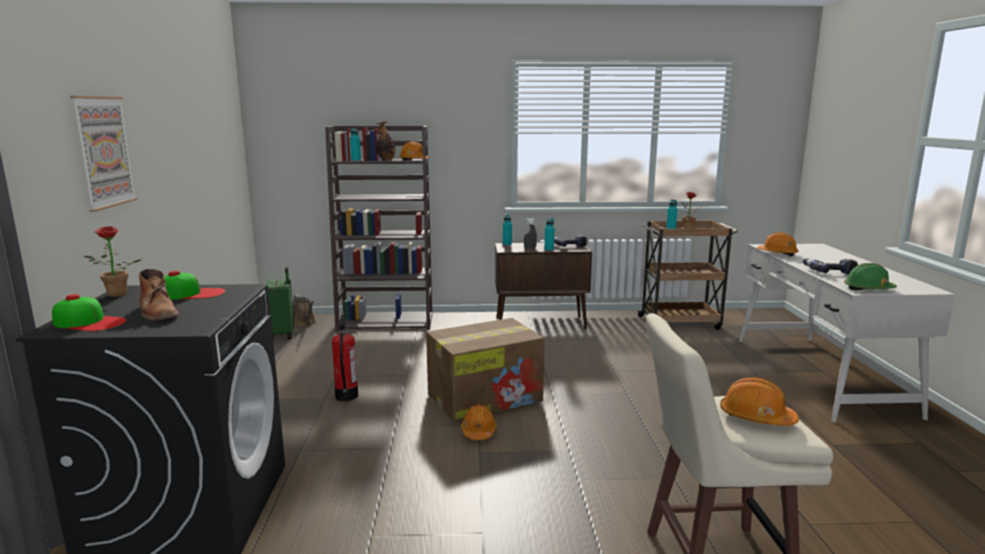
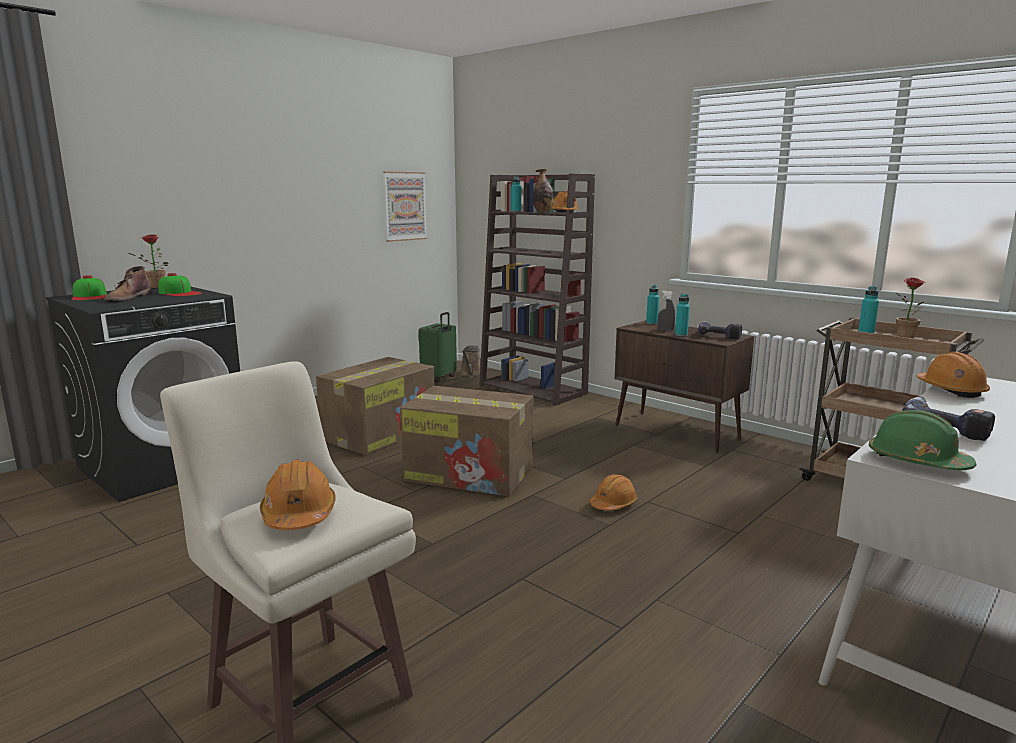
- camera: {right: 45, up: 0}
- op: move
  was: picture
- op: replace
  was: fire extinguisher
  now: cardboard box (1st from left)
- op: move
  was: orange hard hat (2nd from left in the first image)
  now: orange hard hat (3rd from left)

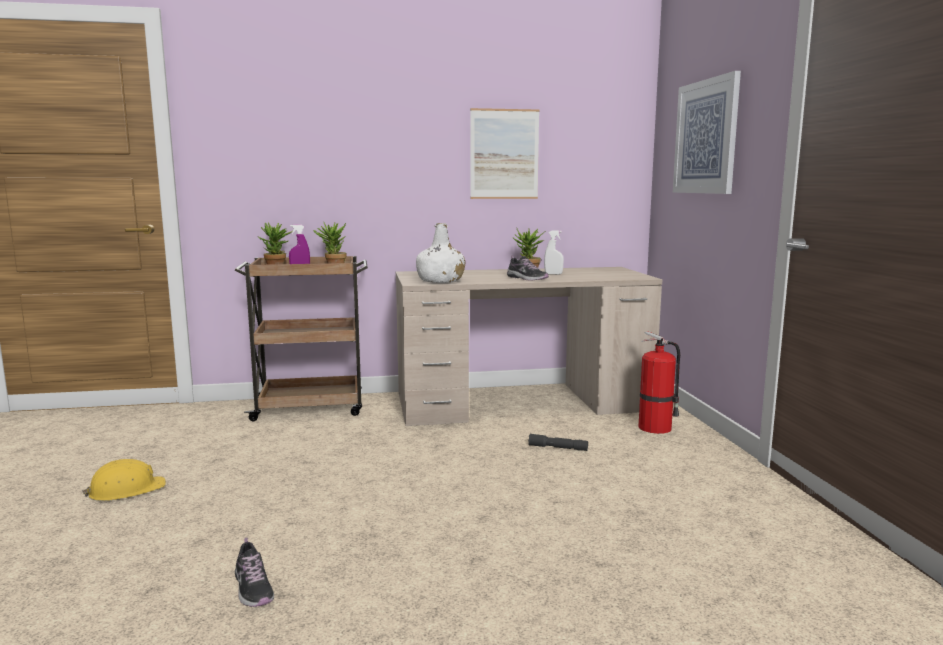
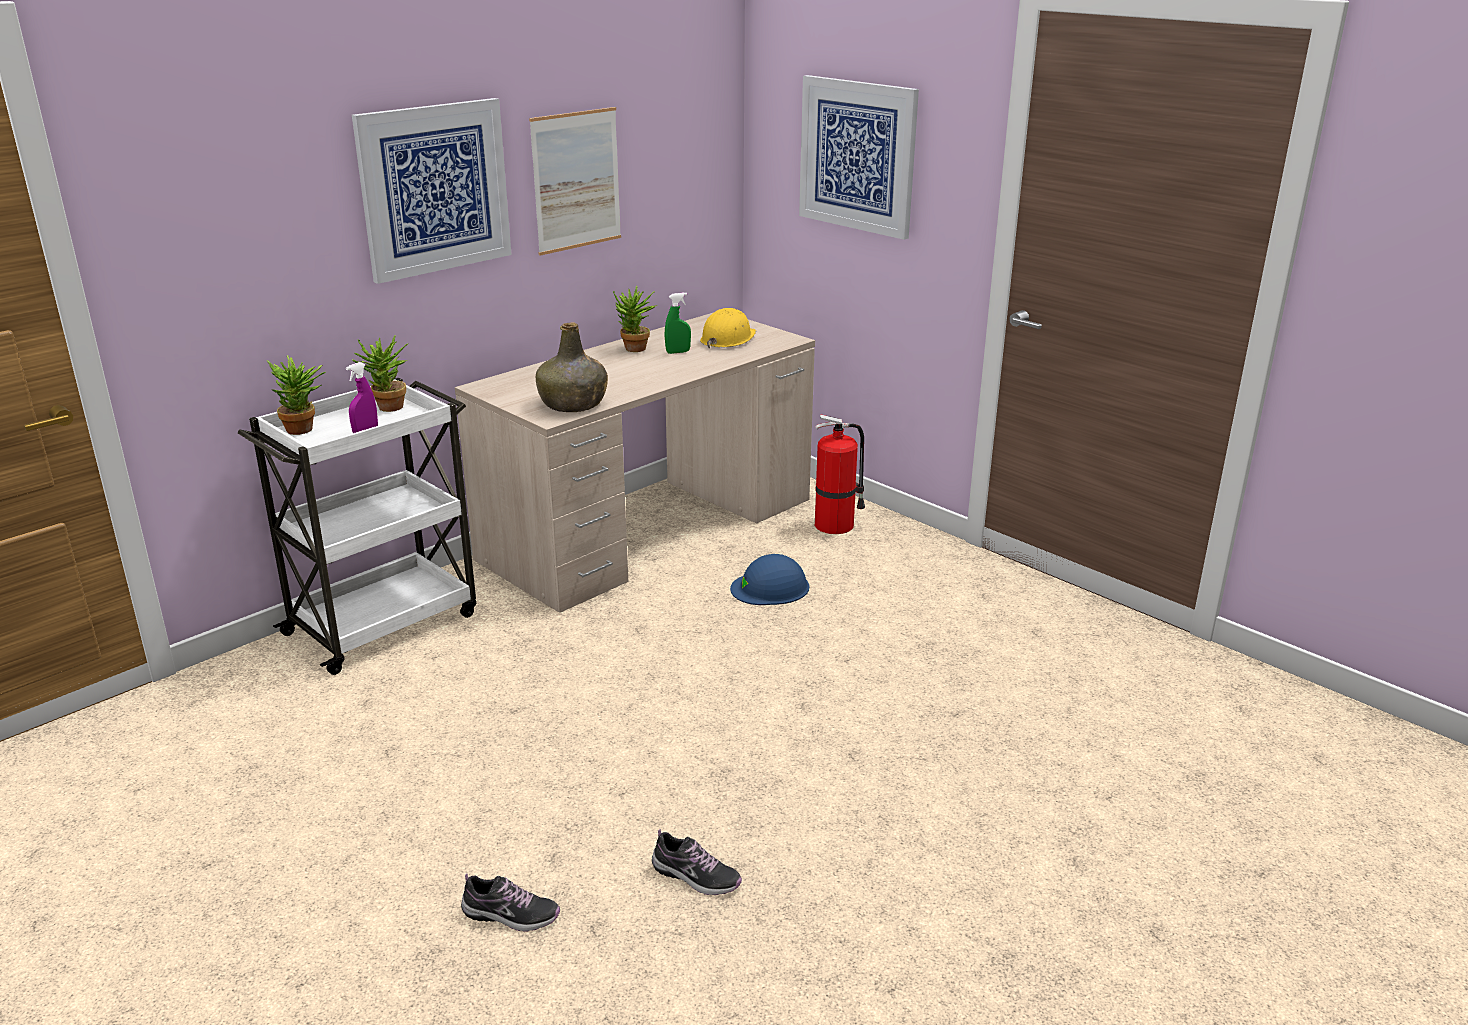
- camera: {right: -35, up: 15}
- op: move
  was: yellow hard hat
- op: recolor
  was: brown cart
  now: white cart
- op: recolor
  was: white bottle
  now: green bottle
- op: move
  was: shoe (2nd from left in the first image)
  now: shoe (1st from left)
- op: replace
  was: grey flashlight
  now: blue hard hat
- op: recolor
  was: white spray bottle
  now: green spray bottle
- op: insert
  now: picture (1st from left)

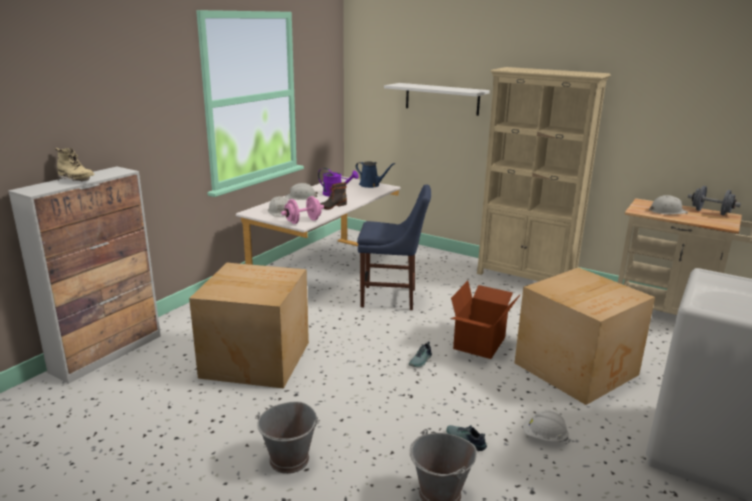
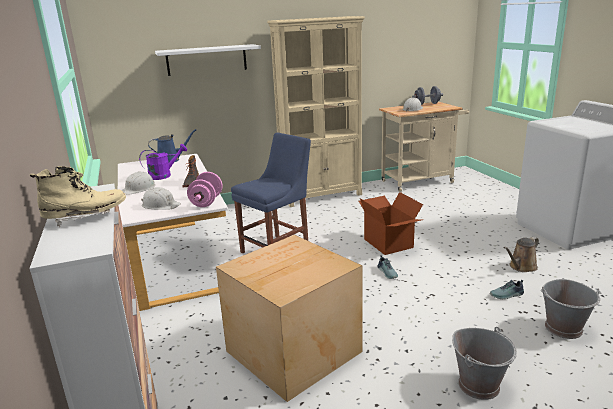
- camera: {right: -50, up: 0}
- op: delete
  was: cardboard box (3rd from left)
- op: replace
  was: white hard hat (3rd from left)
  now: brown watering can

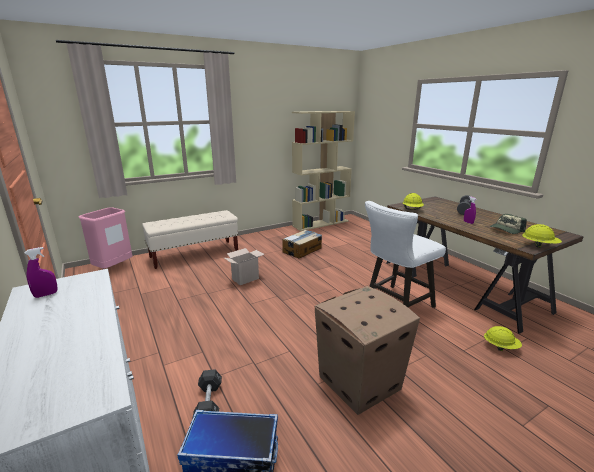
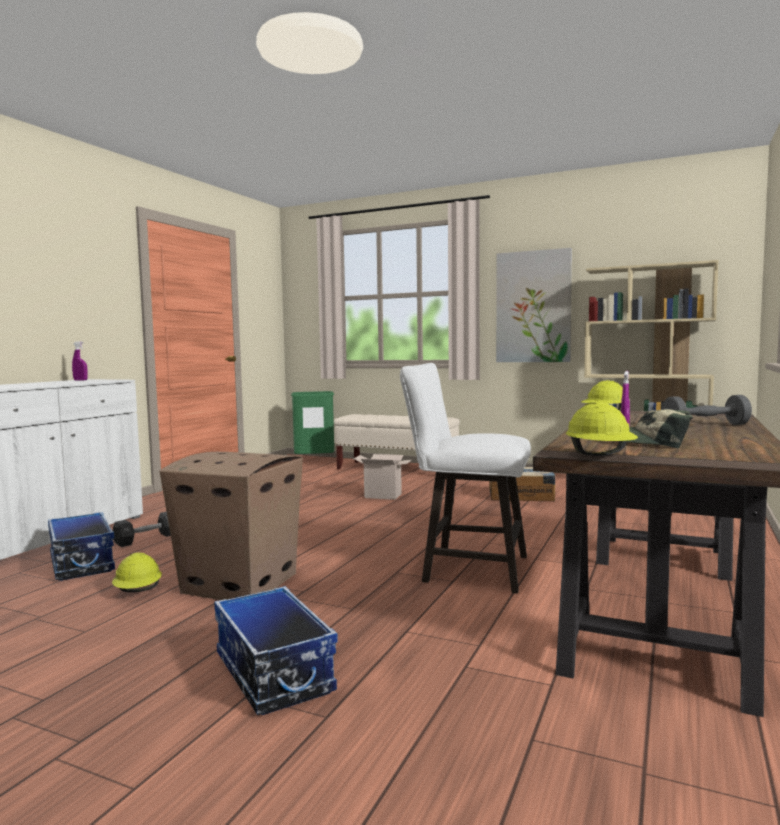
- camera: {right: 55, up: -15}
- op: recolor
  was: pink trash can
  now: green trash can
- op: move
  was: yellow hard hat (2nd from left in the first image)
  now: yellow hard hat (1st from left)
- op: insert
  now: storage box (2nd from left)
- op: insert
  now: picture

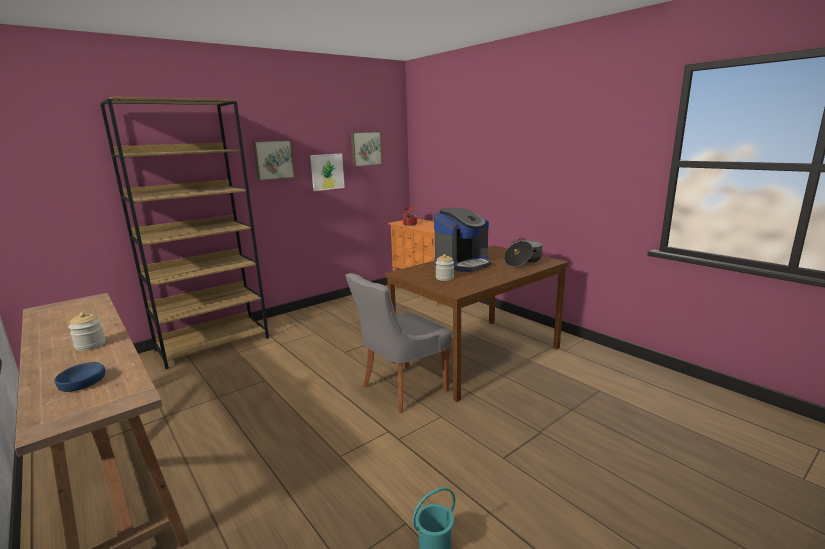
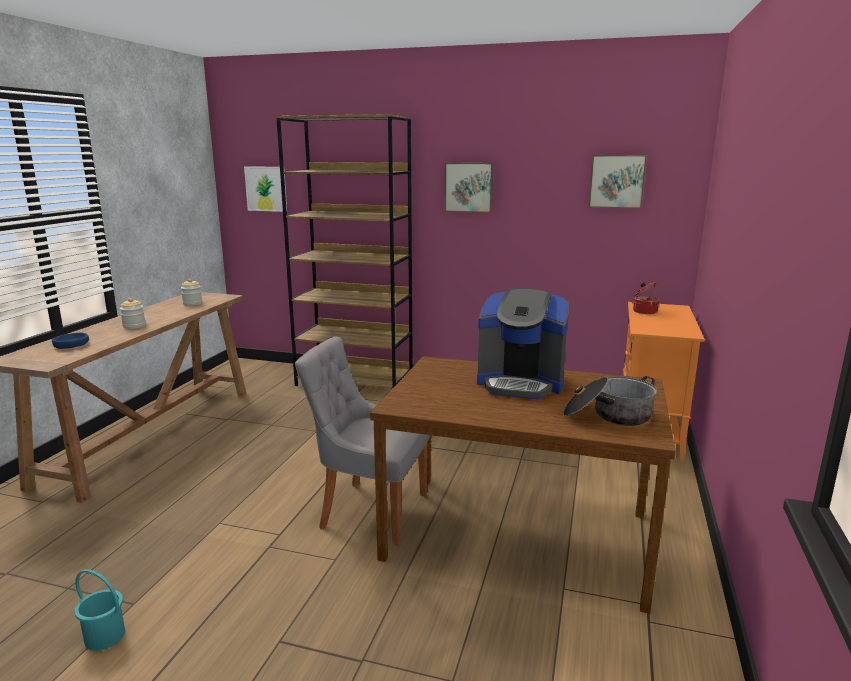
- camera: {right: 55, up: 0}
- op: move
  was: picture (2nd from left in the first image)
  now: picture (1st from left)
- op: move
  was: jar (2nd from left)

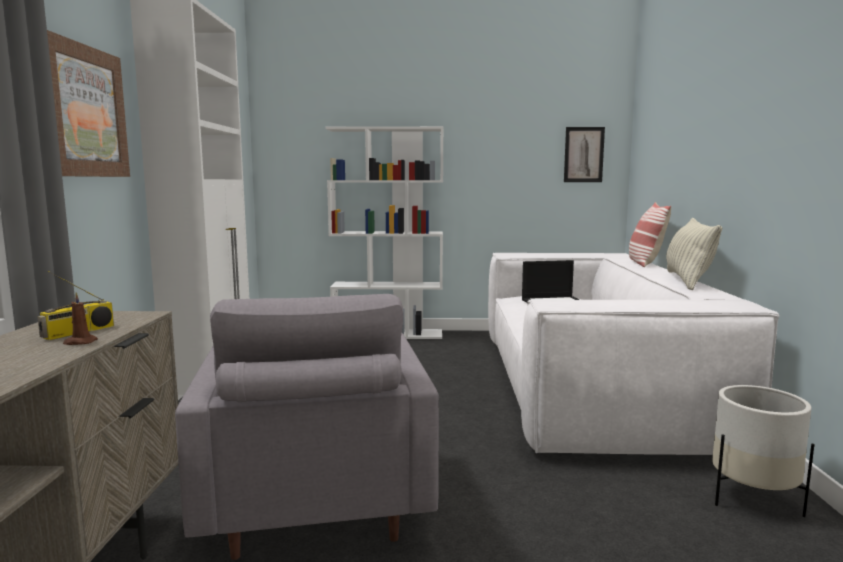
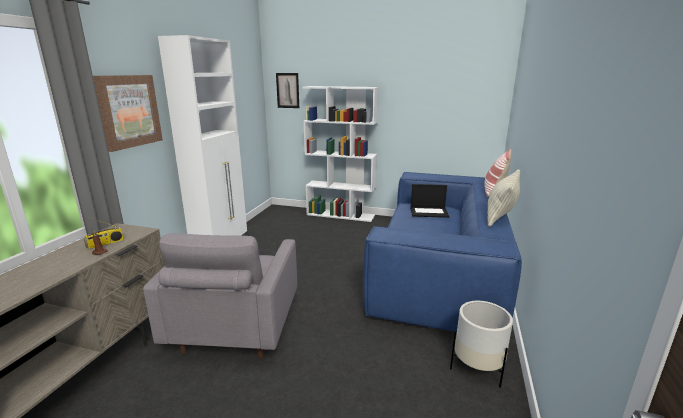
- camera: {right: 15, up: 10}
- op: recolor
  was: white sofa
  now: blue sofa
- op: move
  was: picture (2nd from left)

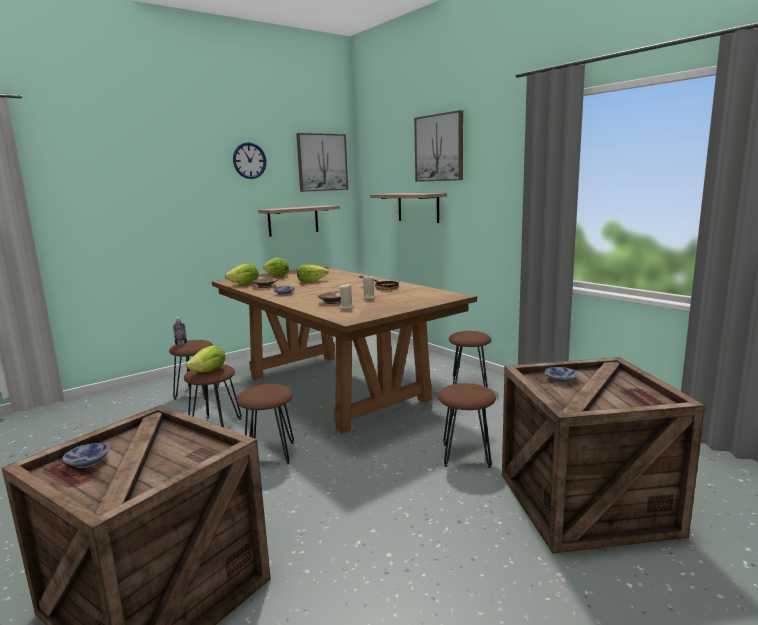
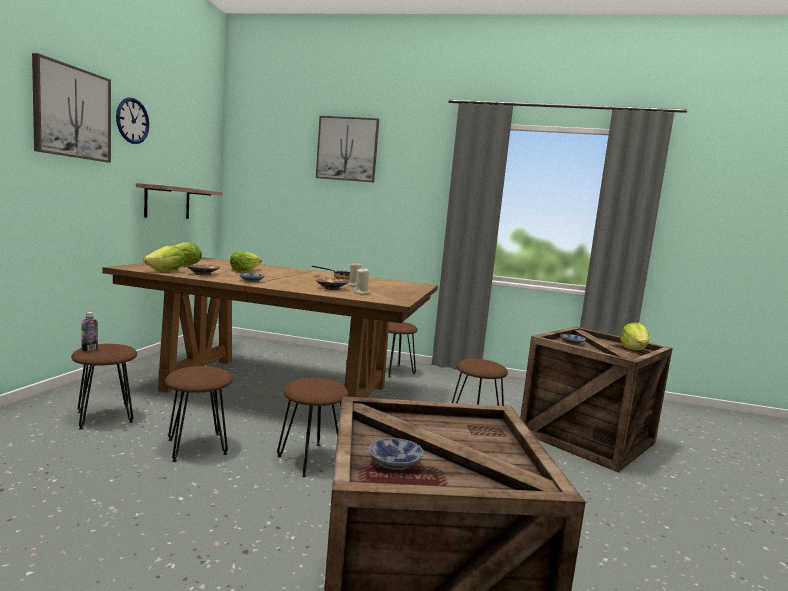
- camera: {right: -40, up: -5}
- op: move
  was: lettuce (1st from left in the first image)
  now: lettuce (4th from left)
- op: move
  was: picture (1st from left)
- op: delete
  was: shelf (2nd from left)

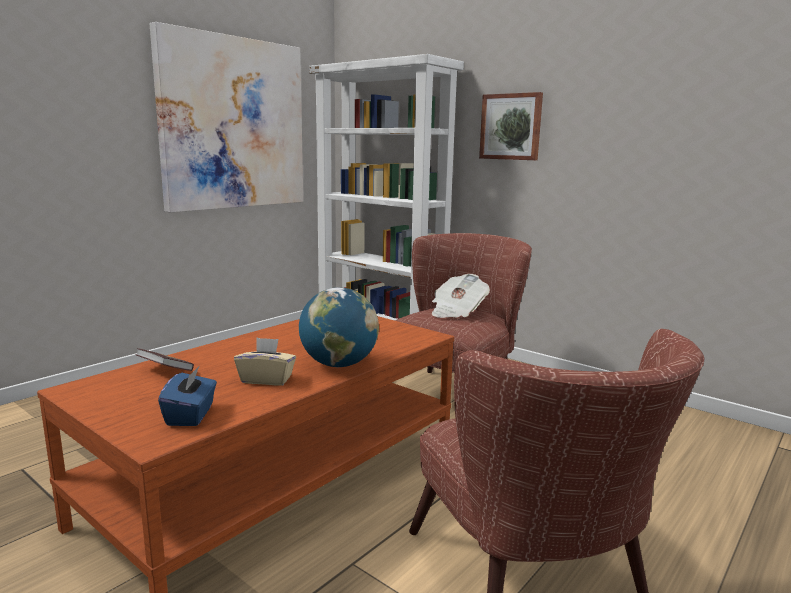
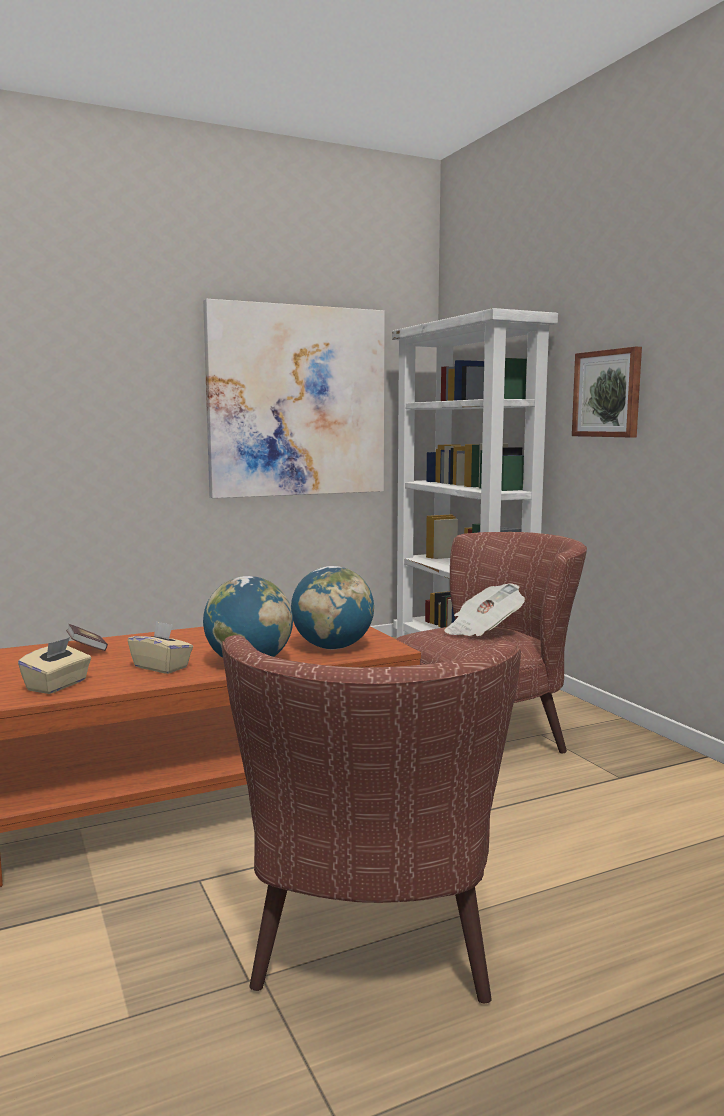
- camera: {right: 25, up: -5}
- op: recolor
  was: blue tissue box
  now: beige tissue box (1st from left)
- op: insert
  now: globe (2nd from left)

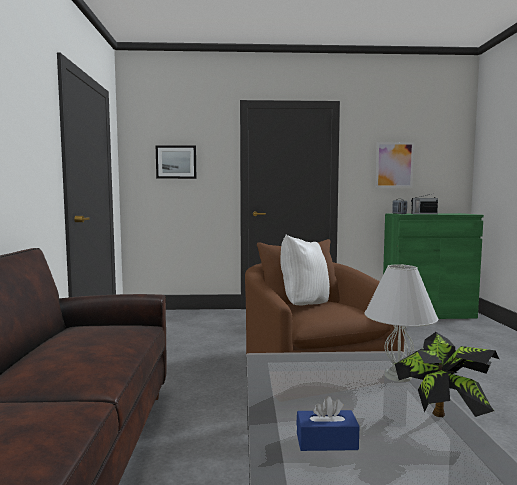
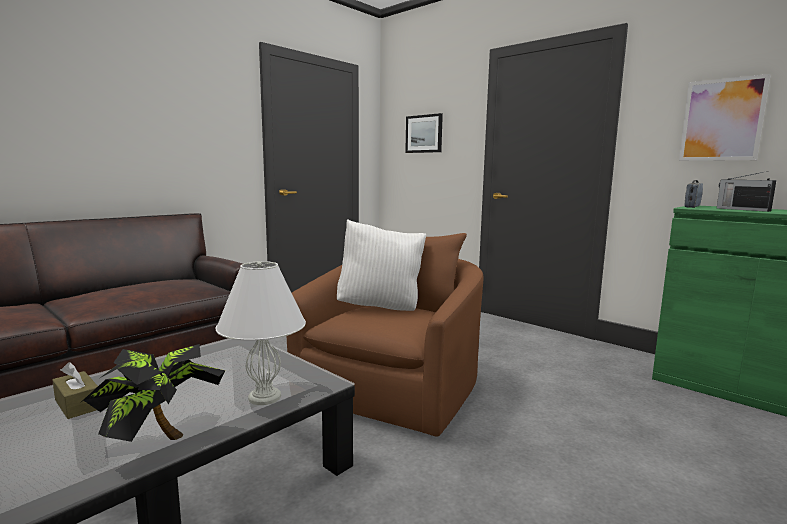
- camera: {right: 45, up: 5}
- op: recolor
  was: blue tissue box
  now: brown tissue box

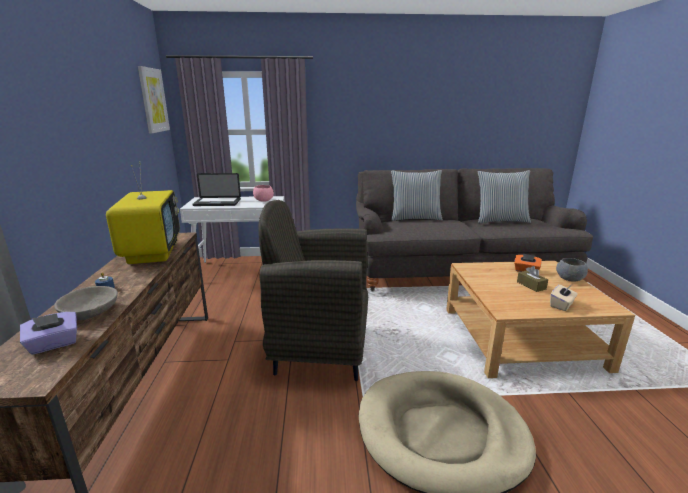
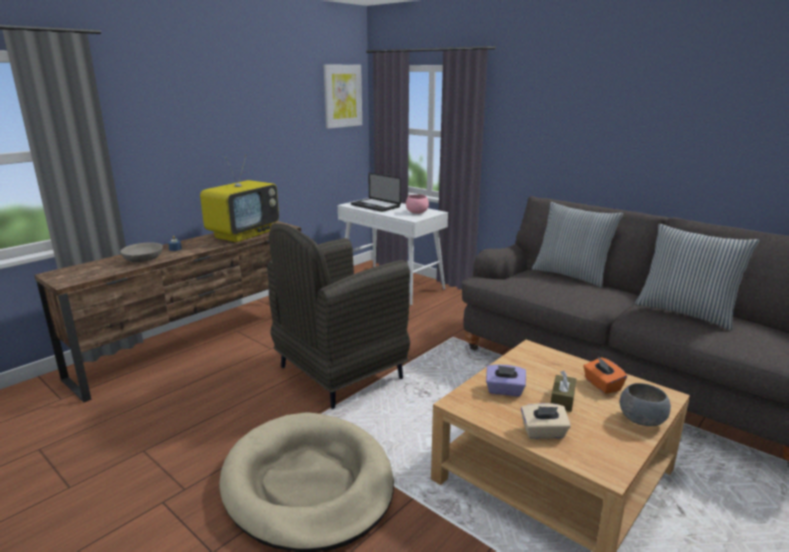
- camera: {right: 45, up: 0}
- op: move
  was: purple tissue box
- op: rotate
  was: grey armchair
  clockwise: -90

